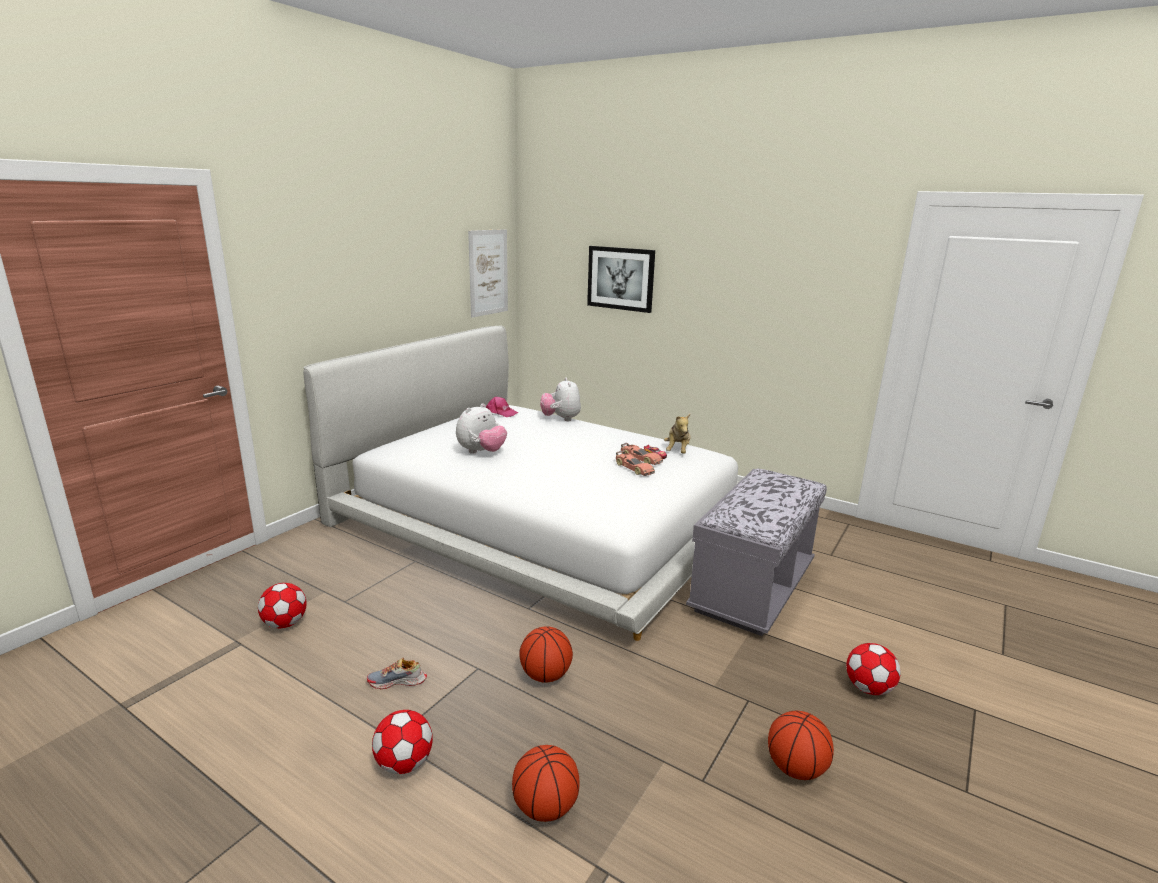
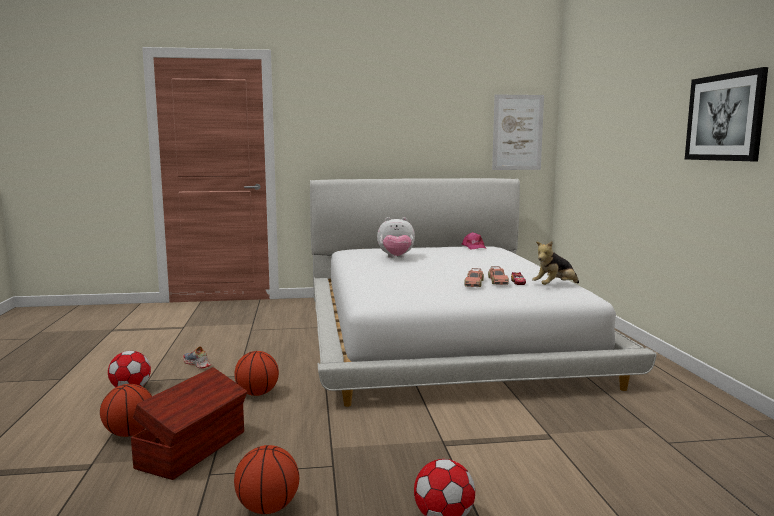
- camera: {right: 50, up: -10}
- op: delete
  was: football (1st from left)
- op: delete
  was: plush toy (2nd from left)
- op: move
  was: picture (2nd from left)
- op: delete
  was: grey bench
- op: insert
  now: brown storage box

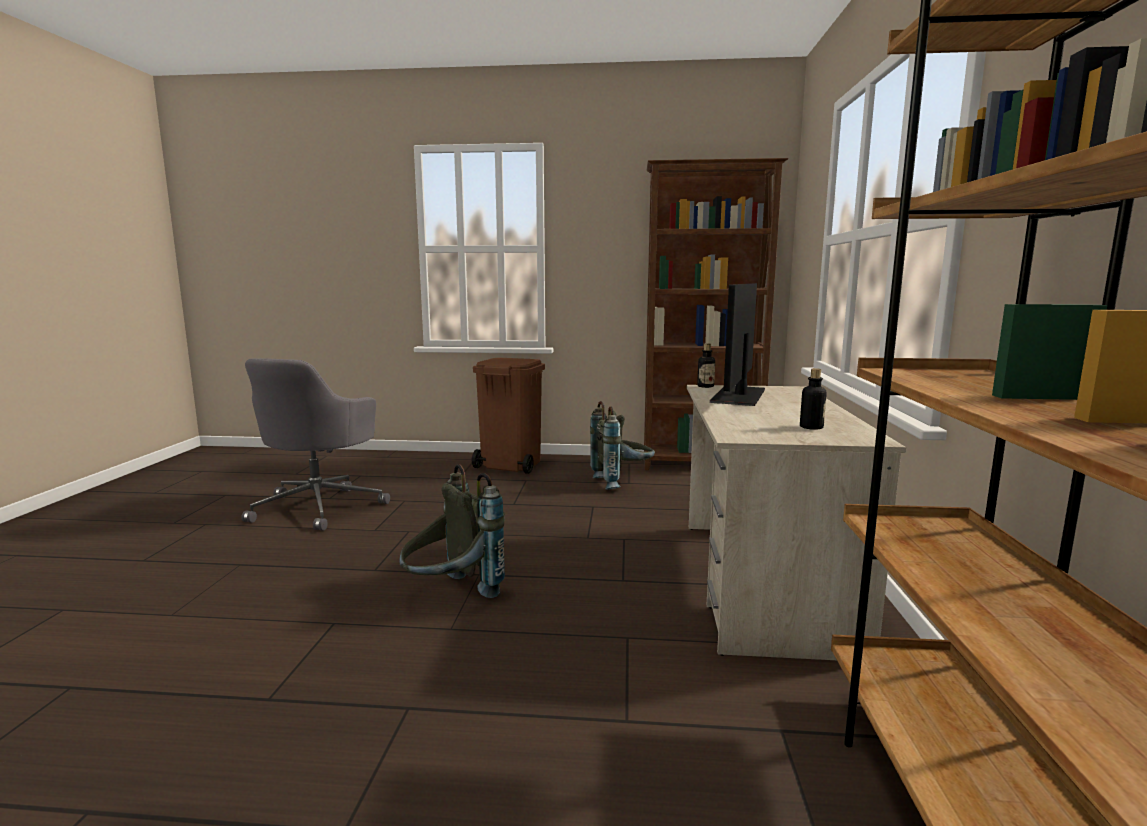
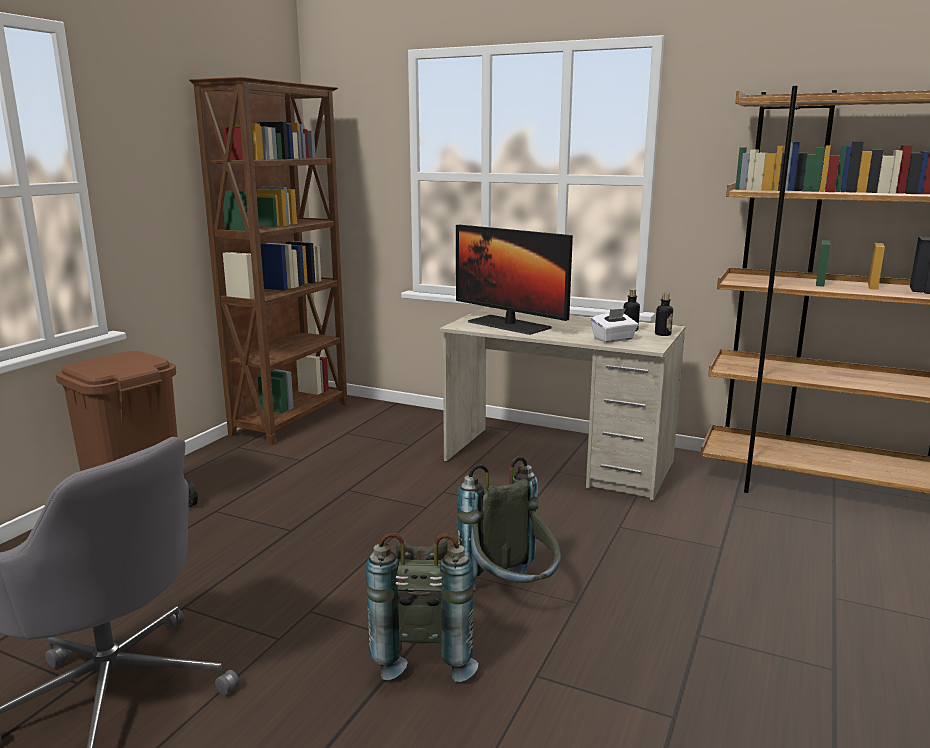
- camera: {right: -70, up: 5}
- op: move
  was: grey backpack (2nd from left in the first image)
  now: grey backpack (1st from left)
- op: move
  was: bottle (1st from left in the first image)
  now: bottle (2nd from left)
- op: insert
  now: white tissue box

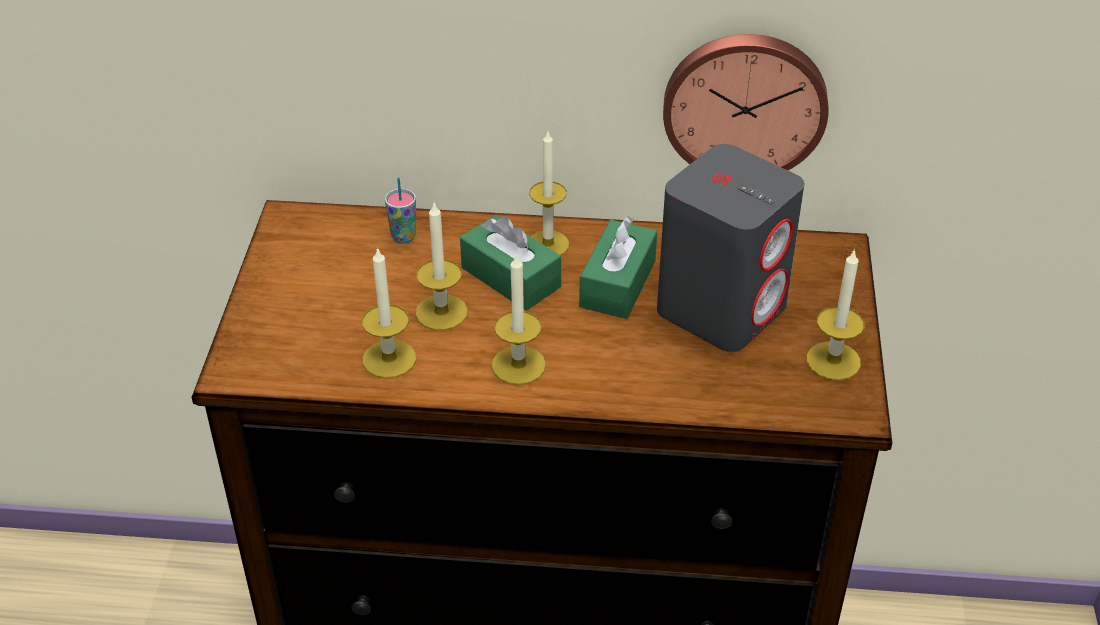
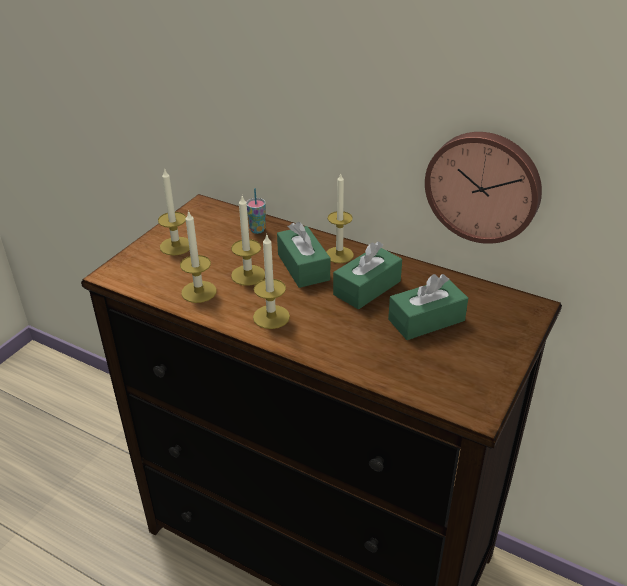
- camera: {right: 25, up: -5}
- op: replace
  was: grey speaker
  now: green tissue box (3rd from left)
- op: move
  was: candle (5th from left in the first image)
  now: candle (1st from left)

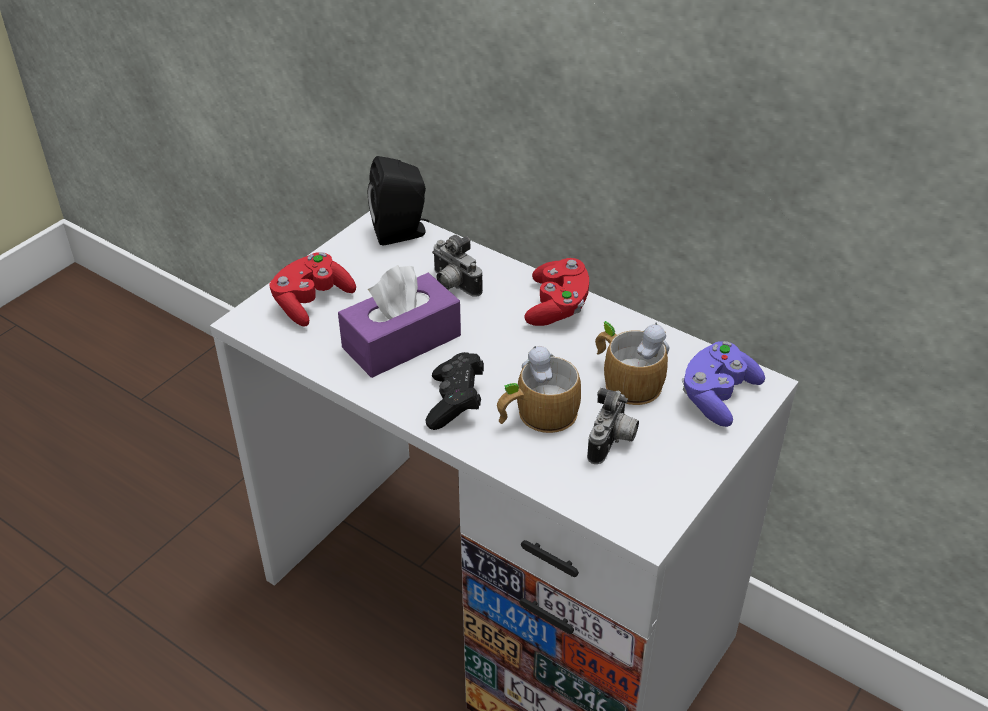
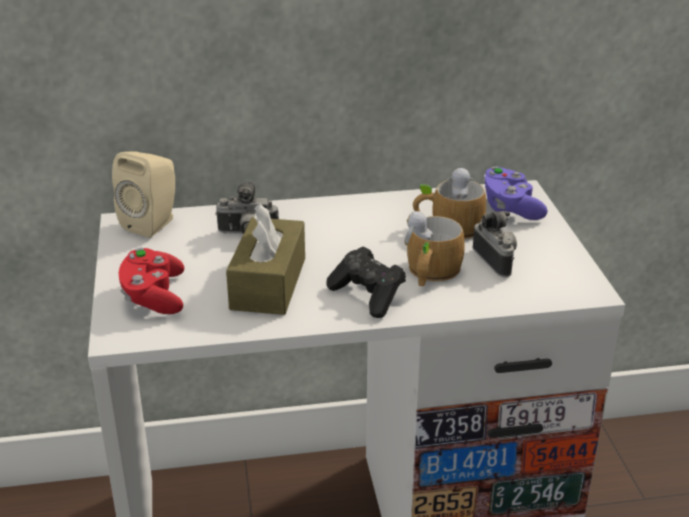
- camera: {right: -45, up: -10}
- op: recolor
  was: purple tissue box
  now: brown tissue box
- op: recolor
  was: black speaker
  now: beige speaker
- op: delete
  was: red game controller (2nd from left)

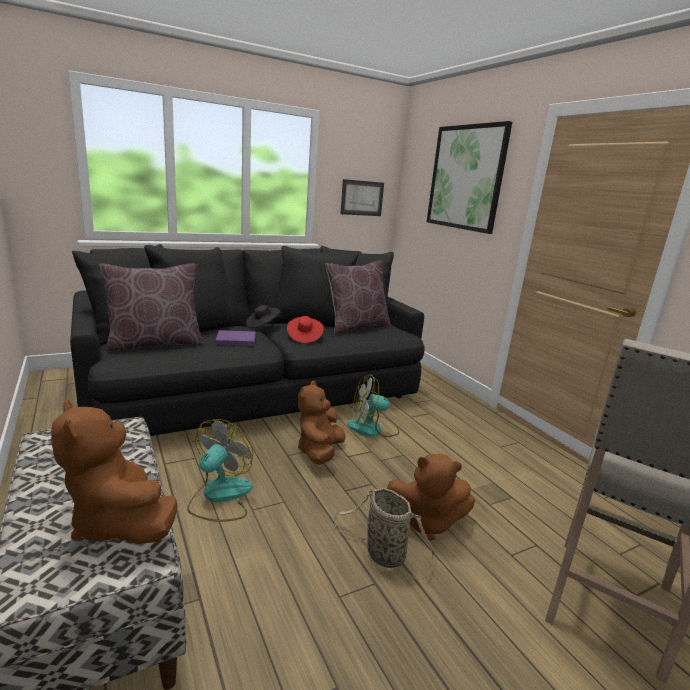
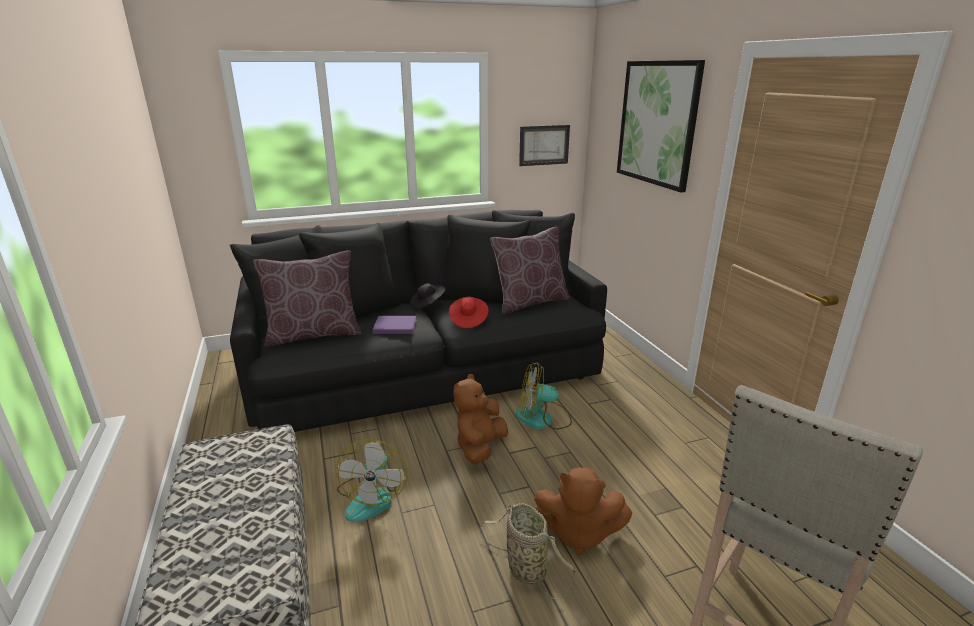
- camera: {right: 10, up: 5}
- op: delete
  was: brown plush toy (1st from left)
- op: rotate
  was: fan (1st from left)
  clockwise: 150

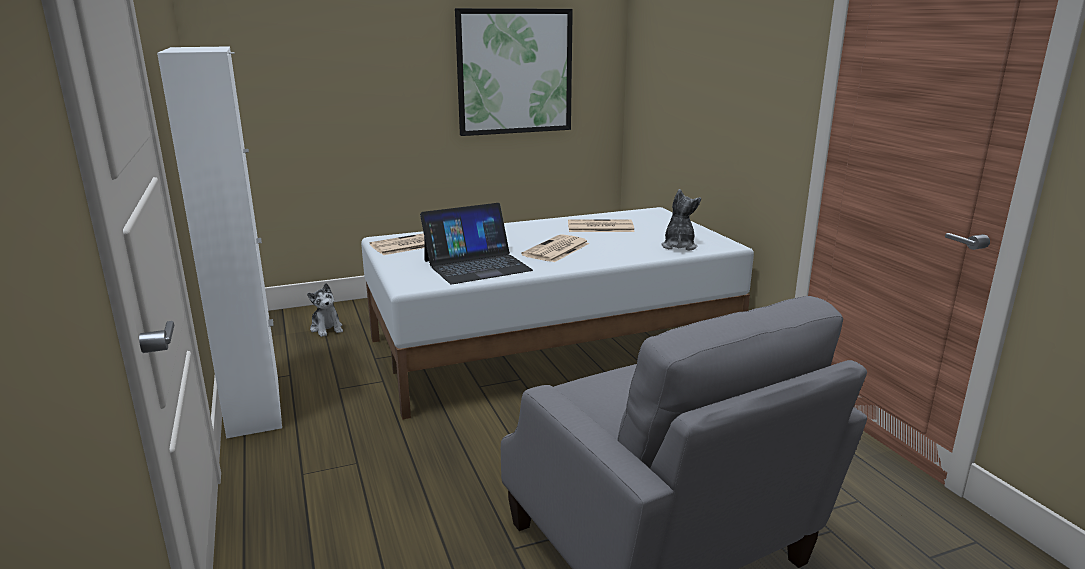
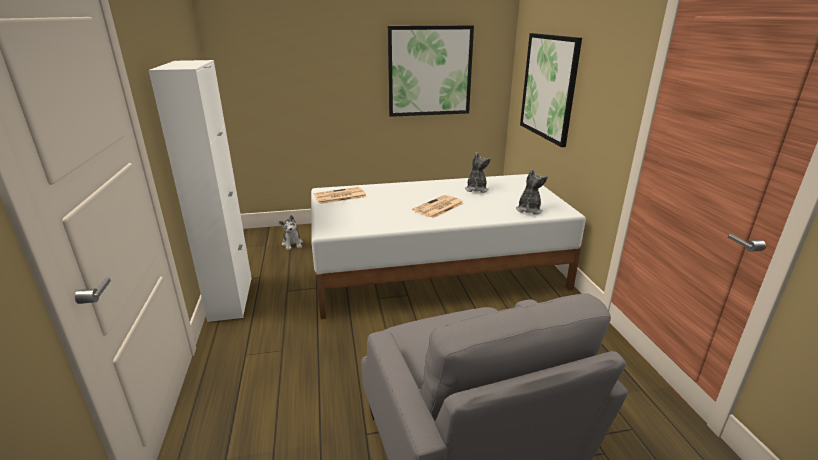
- camera: {right: 10, up: 5}
- op: delete
  was: laptop
- op: replace
  was: newspaper (3rd from left)
  now: plush toy (2nd from left)
- op: insert
  now: picture (2nd from left)

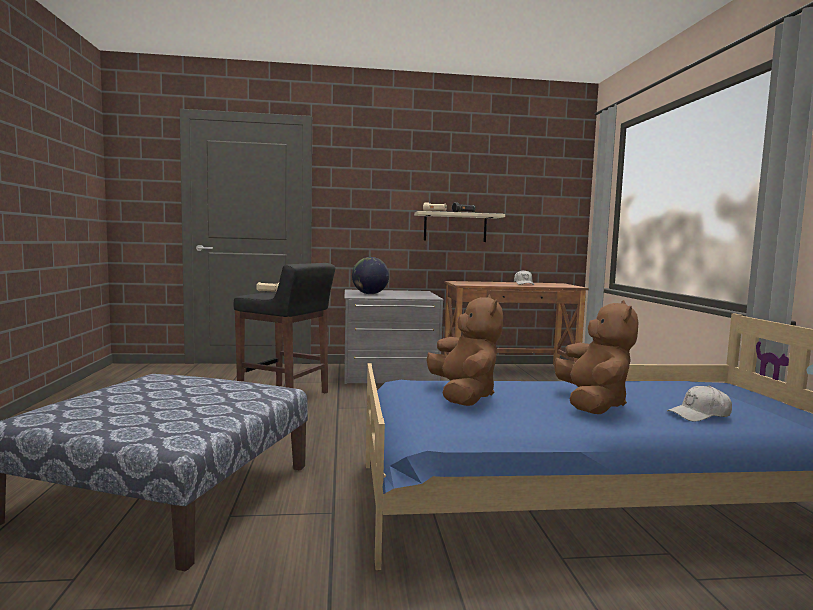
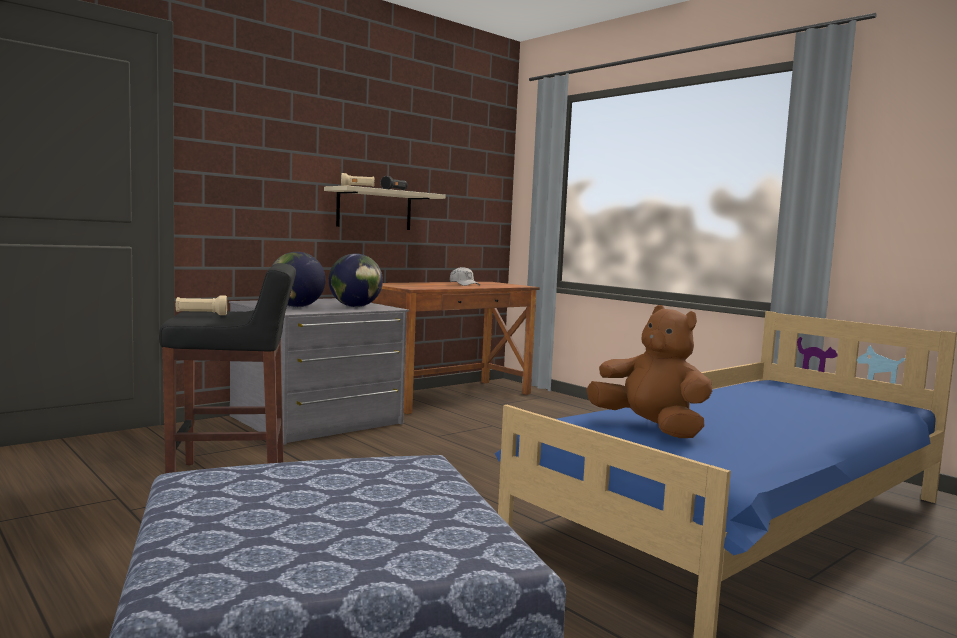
- camera: {right: -35, up: 0}
- op: delete
  was: brown plush toy (2nd from left)
- op: delete
  was: white cap (2nd from left)
- op: insert
  now: globe (2nd from left)

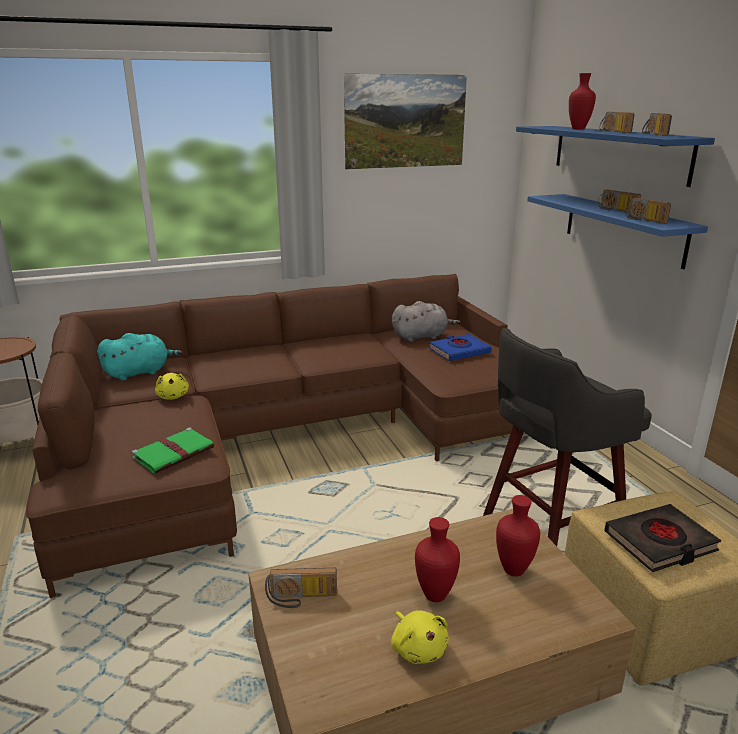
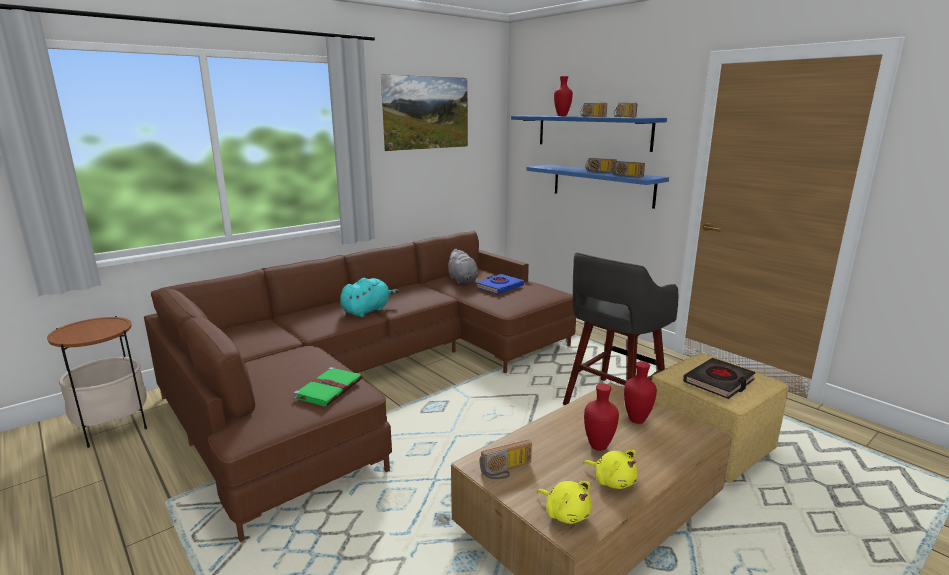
- camera: {right: -20, up: -5}
- op: move
  was: turquoise plush toy
- op: move
  was: yellow plush toy (1st from left)
- op: rotate
  was: grey plush toy
  clockwise: 105

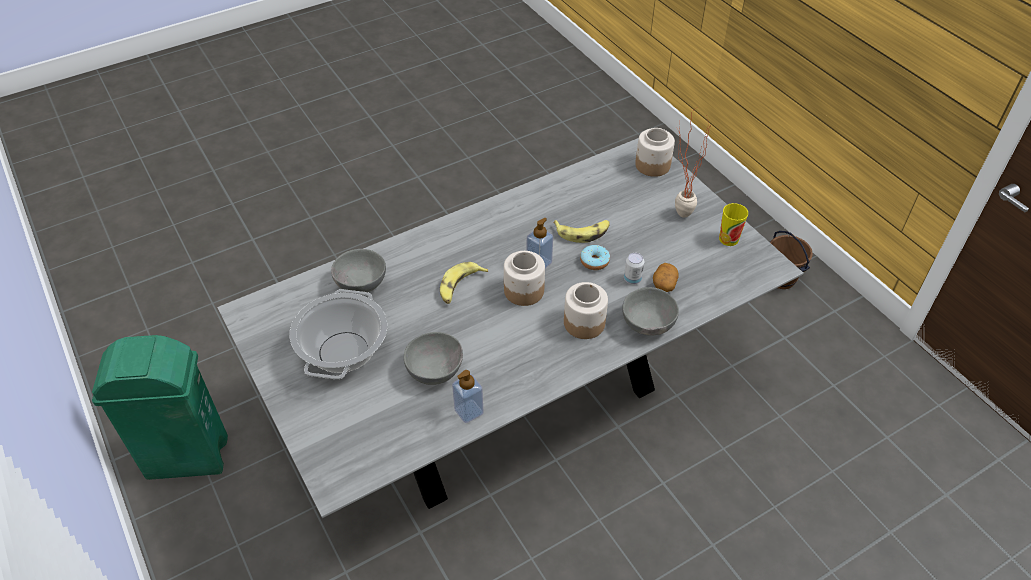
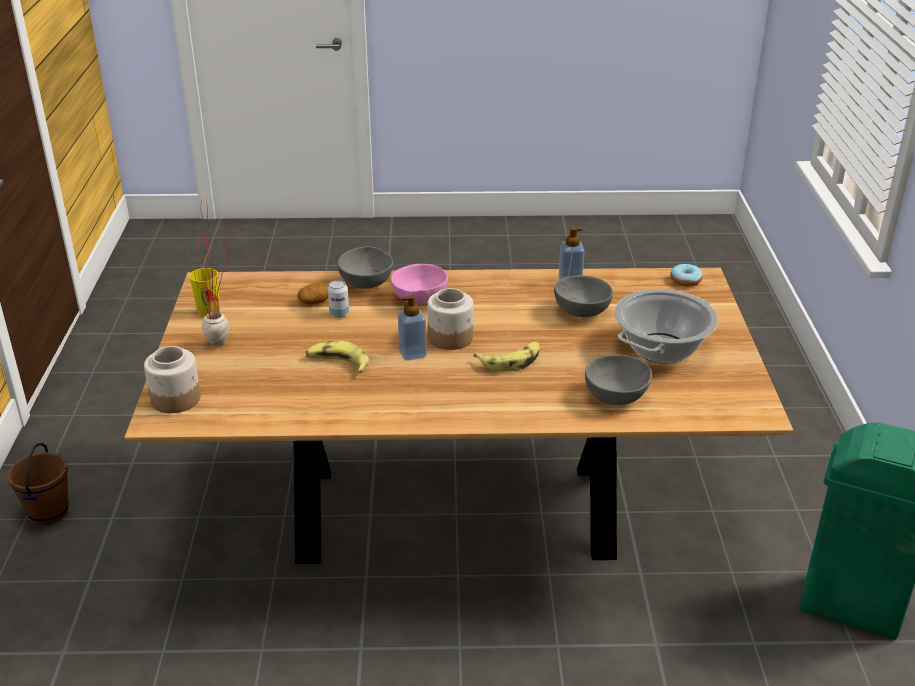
- camera: {right: -150, up: -15}
- op: recolor
  was: grey dining table
  now: brown dining table
- op: replace
  was: jar (2nd from left)
  now: pink bowl
- op: move
  was: donut

